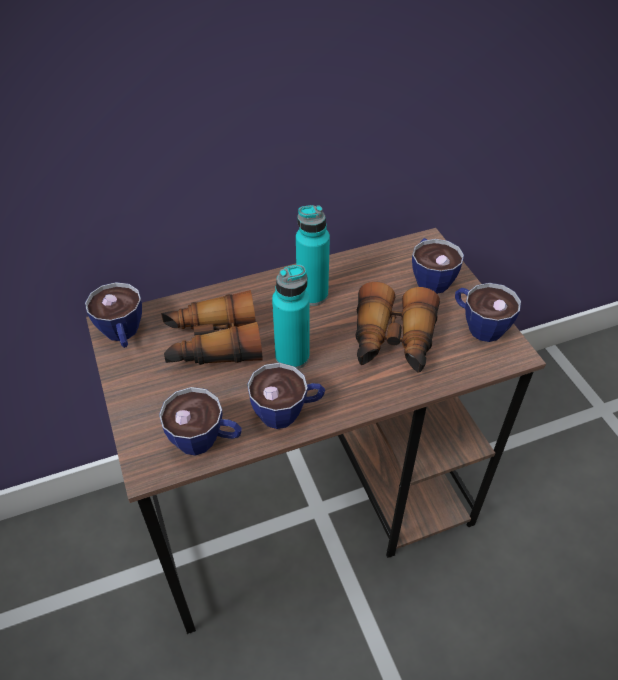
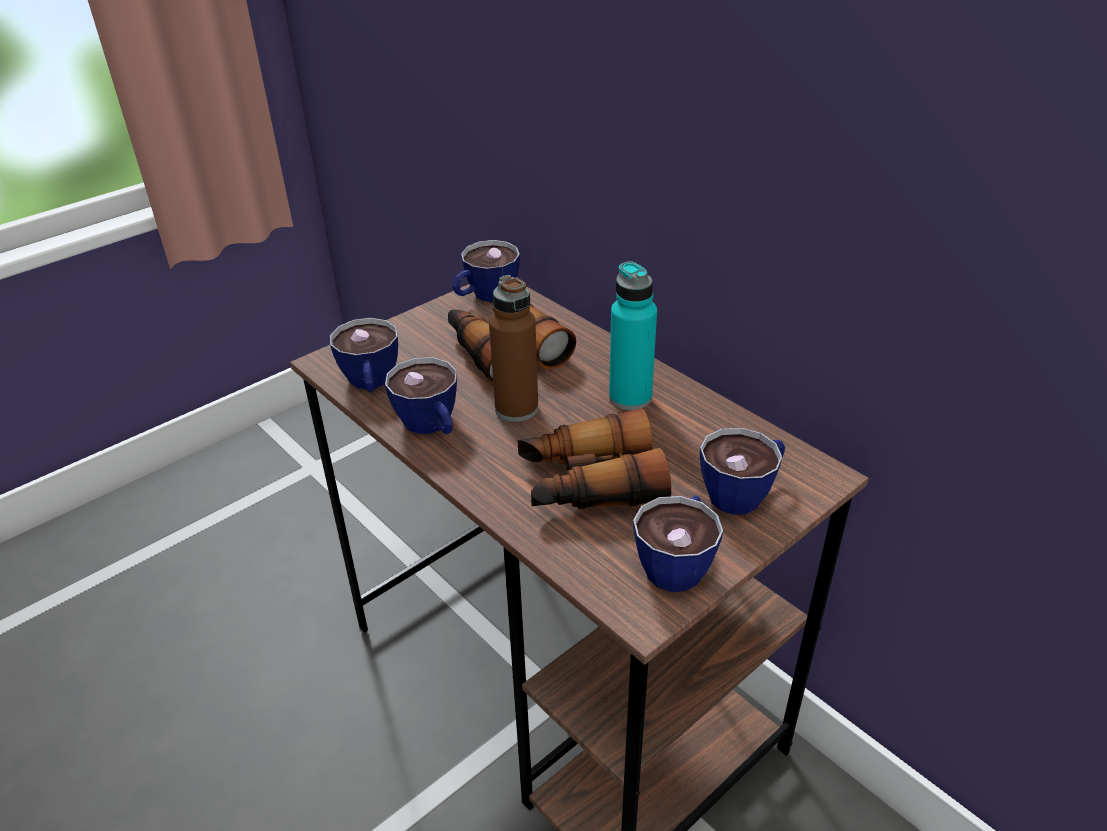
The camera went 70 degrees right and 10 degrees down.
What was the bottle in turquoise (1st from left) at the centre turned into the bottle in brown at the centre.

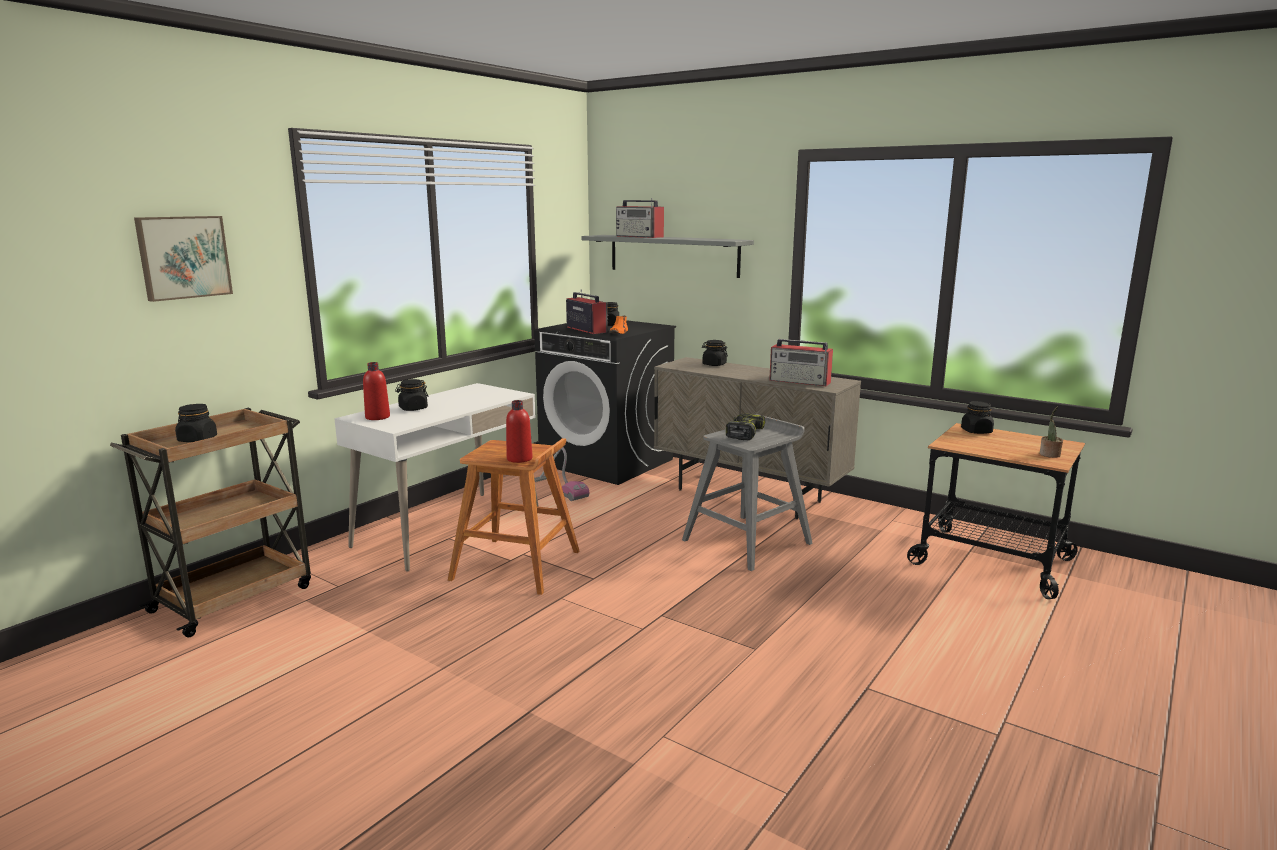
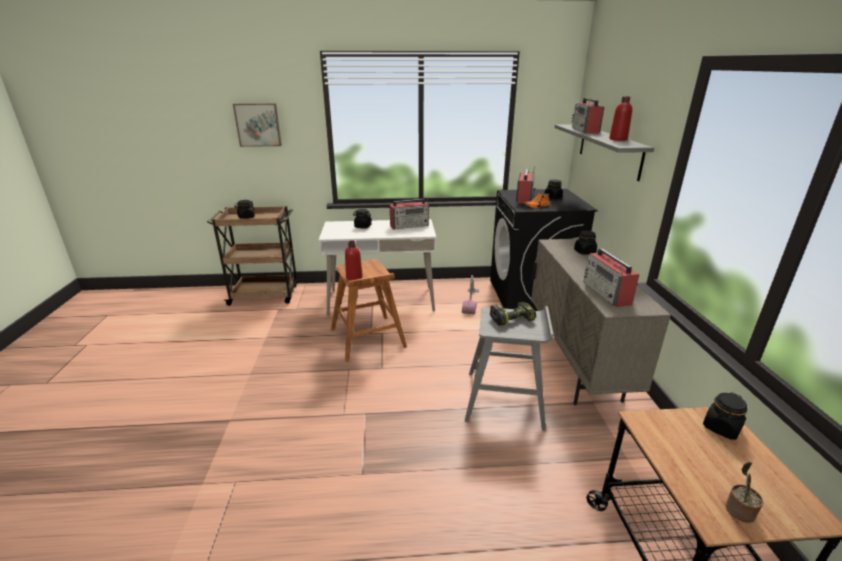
The camera went 50 degrees right and 10 degrees up.
The second view gained the radio (1st from left) at the centre.
The bottle in red (1st from left in the first image) ended up elsewhere, having gone from the middle left to the top right.

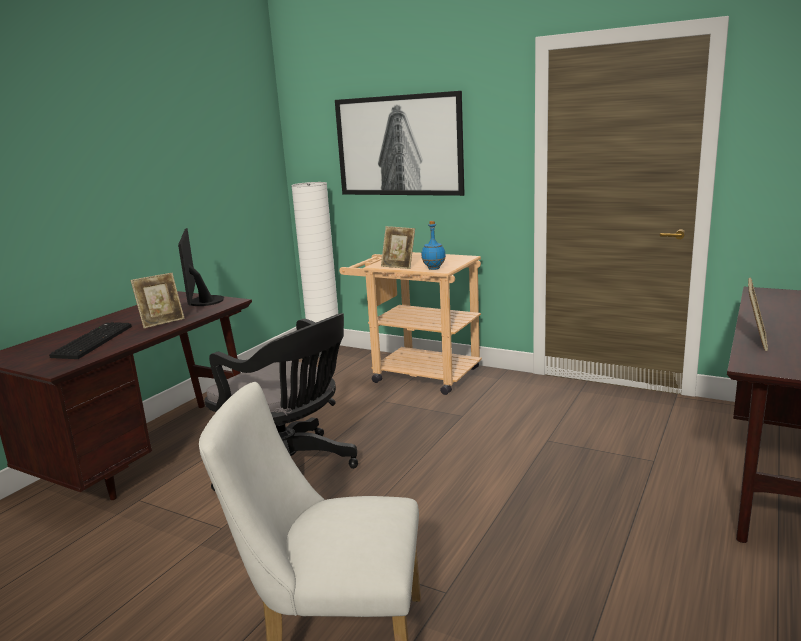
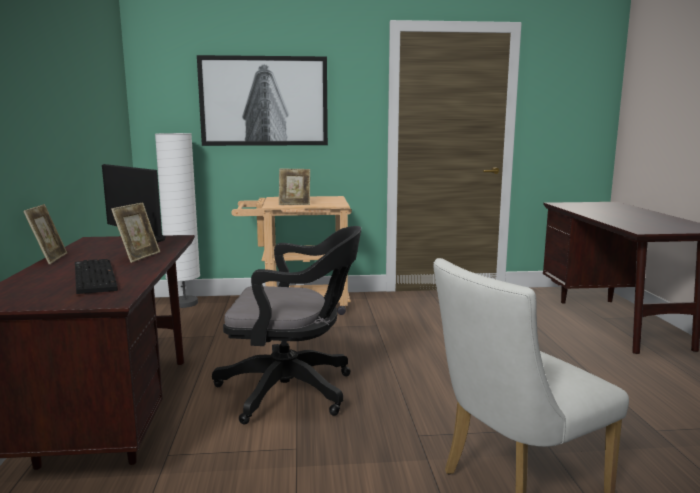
The camera went 35 degrees left and 5 degrees down.
The picture frame (3rd from left in the first image) ended up elsewhere, having gone from the middle right to the middle left.
The second view lost the bottle in blue at the centre.

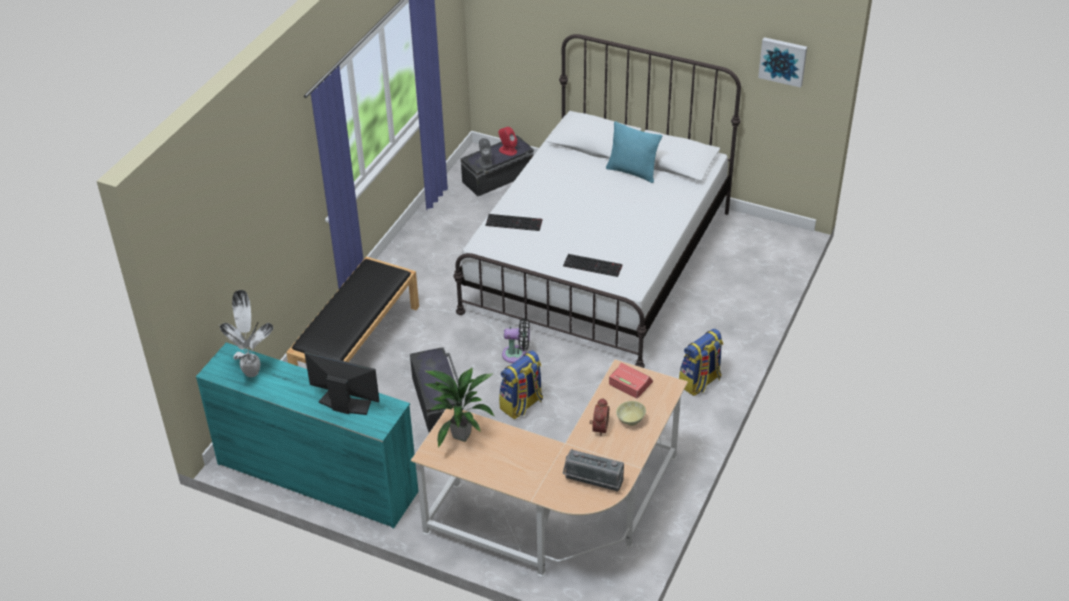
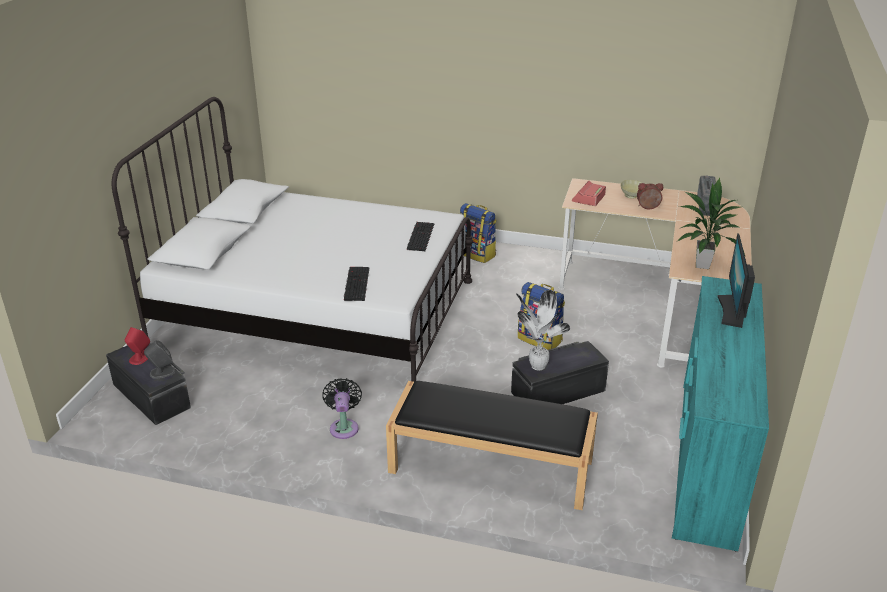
The camera went 100 degrees left and 10 degrees down.
The fan in black ended up elsewhere, having gone from the centre to the bottom centre.
The potted plant (1st from left) ended up elsewhere, having gone from the middle left to the centre.
The second view lost the pillow in turquoise at the top centre.
The second view lost the picture at the top right.

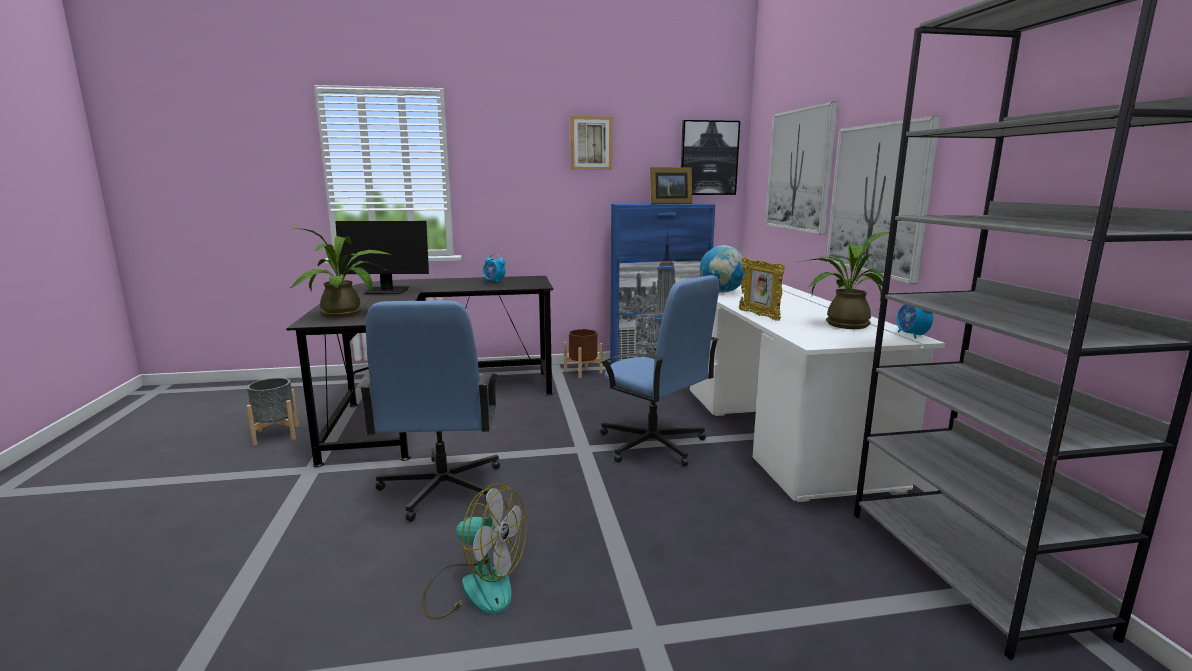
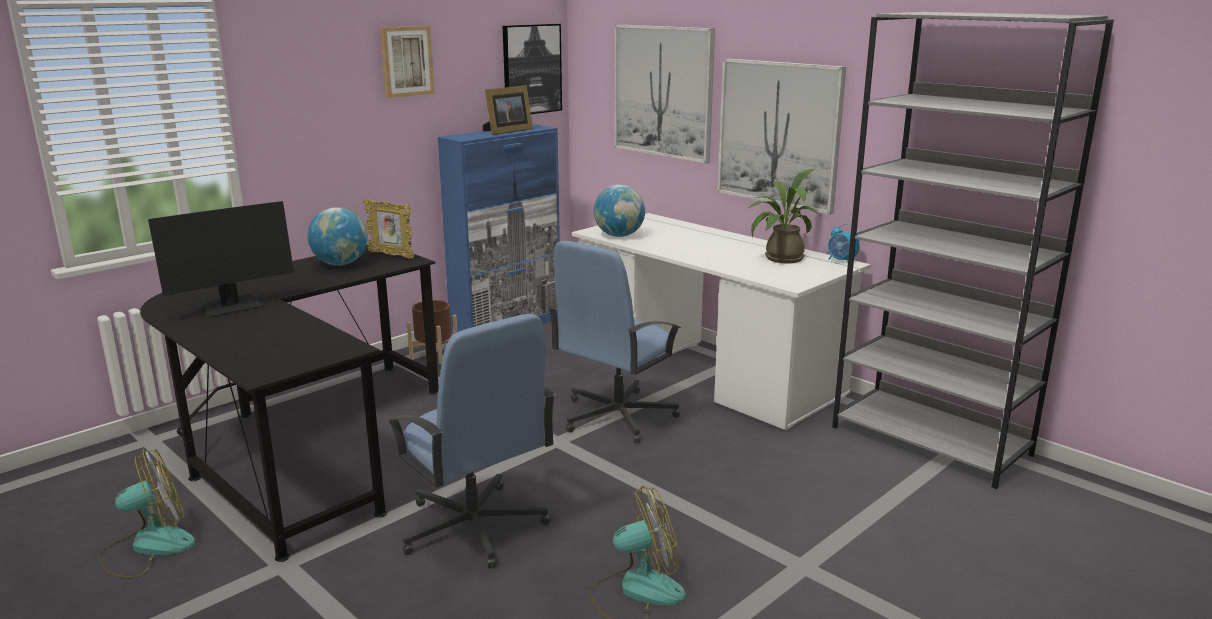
The camera went 35 degrees left and 5 degrees up.
Where the planter in grey stood at the middle left, the fan (1st from left) came to stand at the bottom left.
Where the alarm clock (1st from left) stood at the centre, the globe (1st from left) came to stand at the middle left.
The picture frame (2nd from left in the first image) ended up elsewhere, having gone from the centre to the middle left.
The office chair in blue (2nd from left) at the centre ended up facing another way, 120 degrees clockwise from before.
The second view lost the potted plant (1st from left) at the middle left.

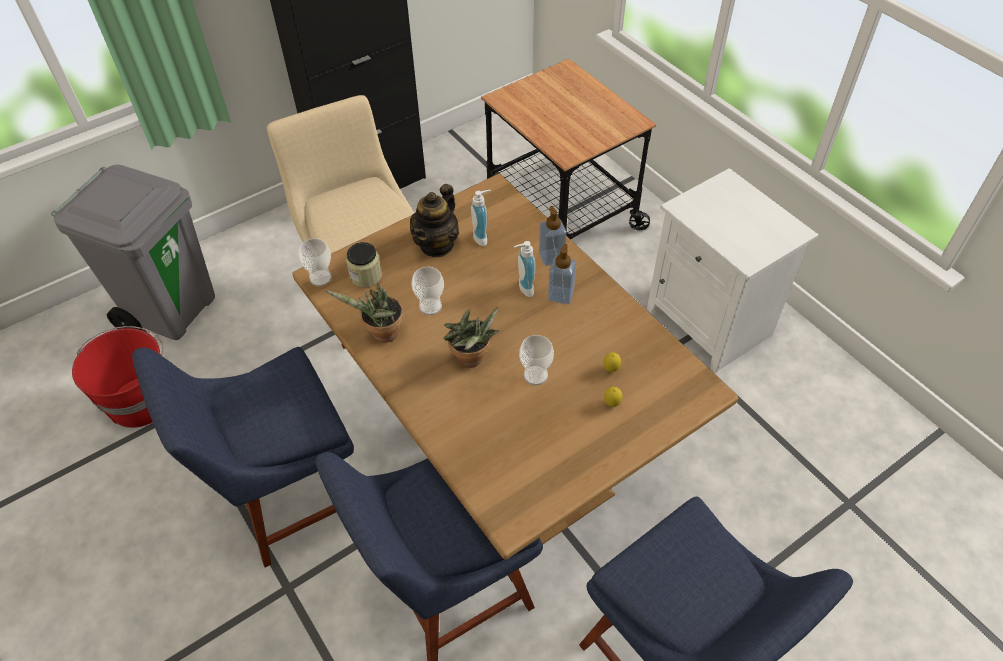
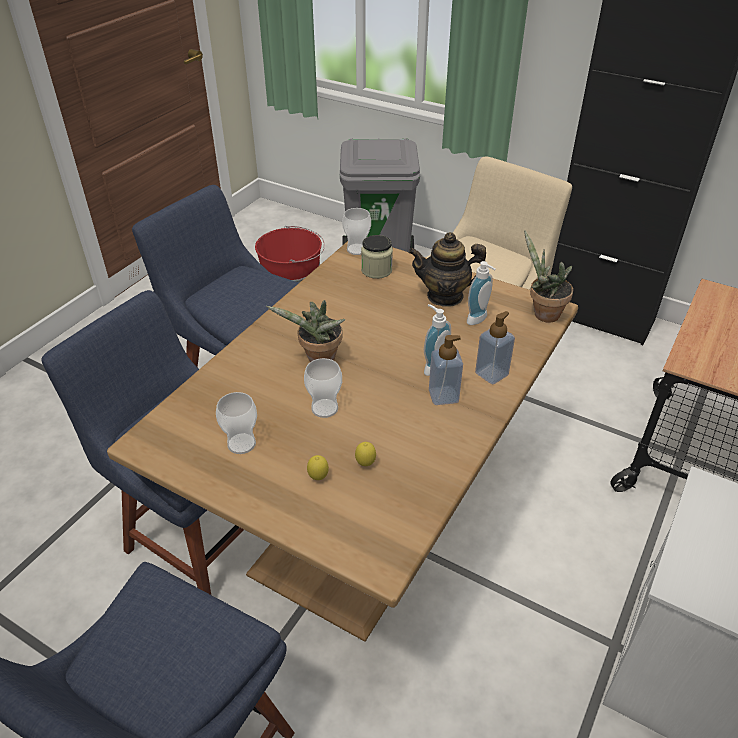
The camera went 65 degrees right and 10 degrees down.
The cup (2nd from left in the first image) ended up elsewhere, having gone from the centre to the middle left.
The potted plant (1st from left in the first image) ended up elsewhere, having gone from the centre to the middle right.

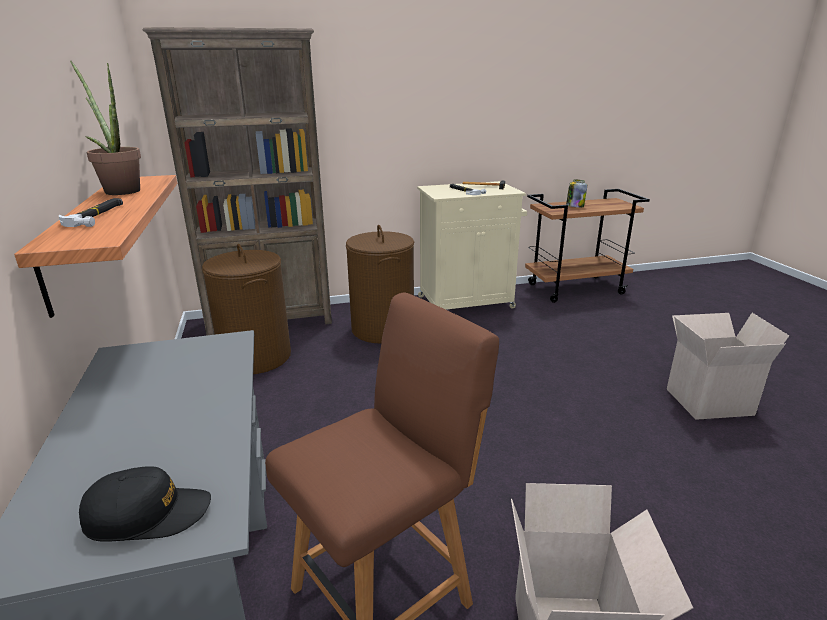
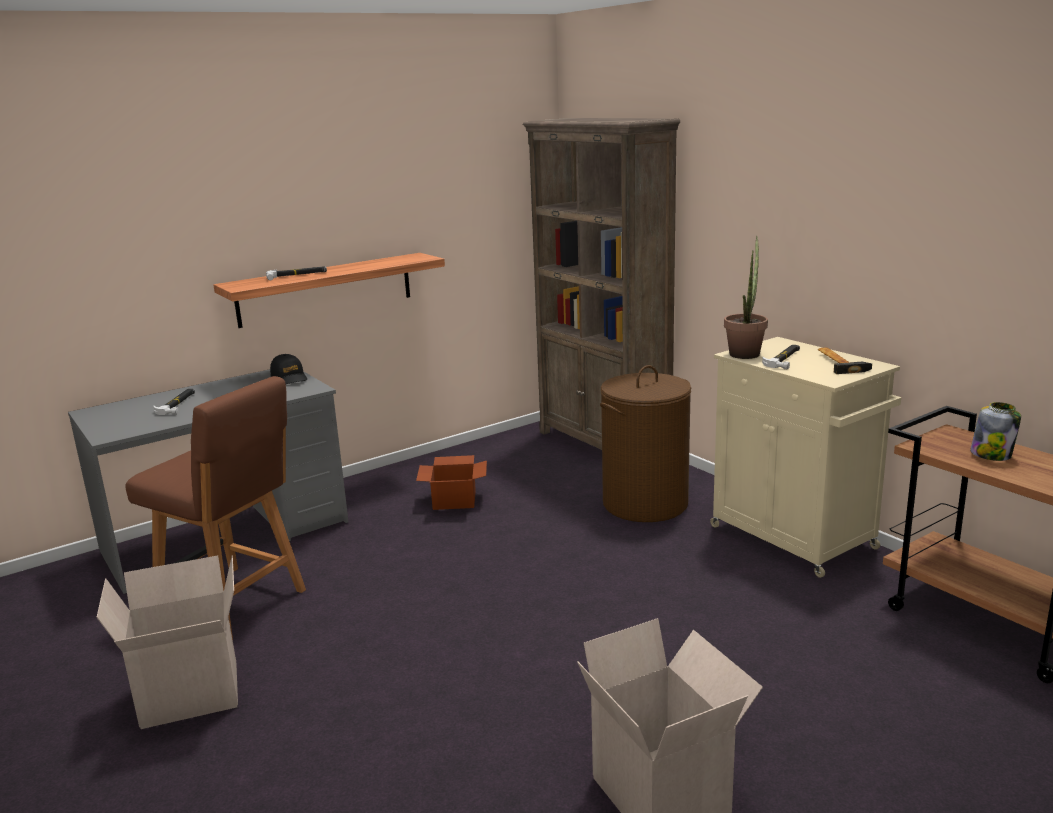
The camera went 70 degrees right and 5 degrees down.
The second view gained the hammer (1st from left) at the middle left.
The cap in black ended up elsewhere, having gone from the bottom left to the middle left.
The second view gained the cardboard box (2nd from left) at the centre.
The potted plant ended up elsewhere, having gone from the top left to the middle right.
The second view lost the laundry basket in brown (1st from left) at the middle left.

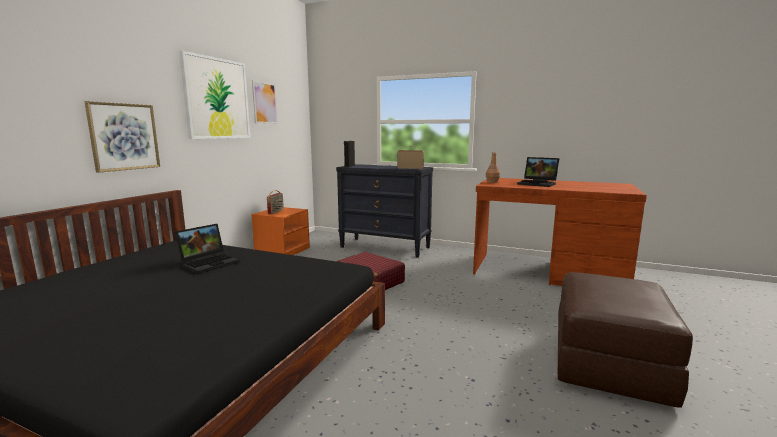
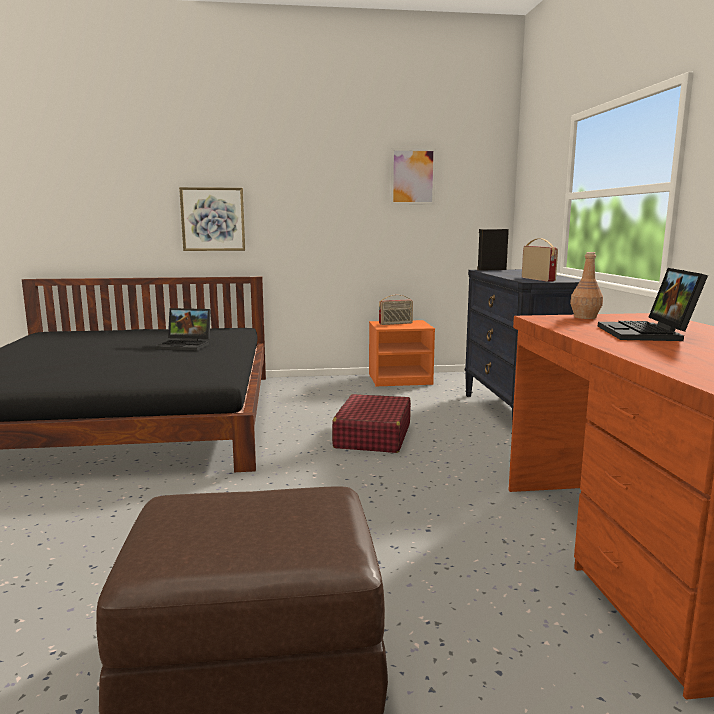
The camera went 60 degrees right and 0 degrees up.
The second view lost the picture (2nd from left) at the top left.

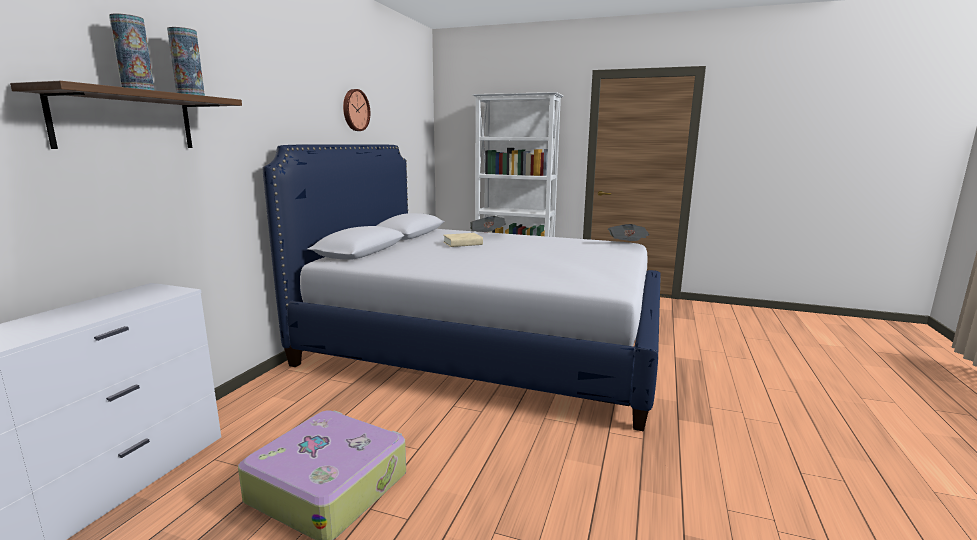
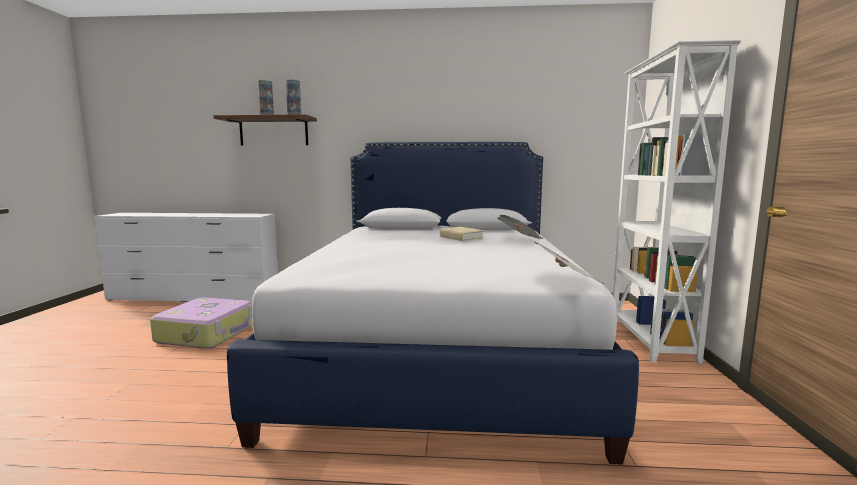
The camera went 75 degrees right and 5 degrees down.
The second view lost the wall clock at the top centre.

